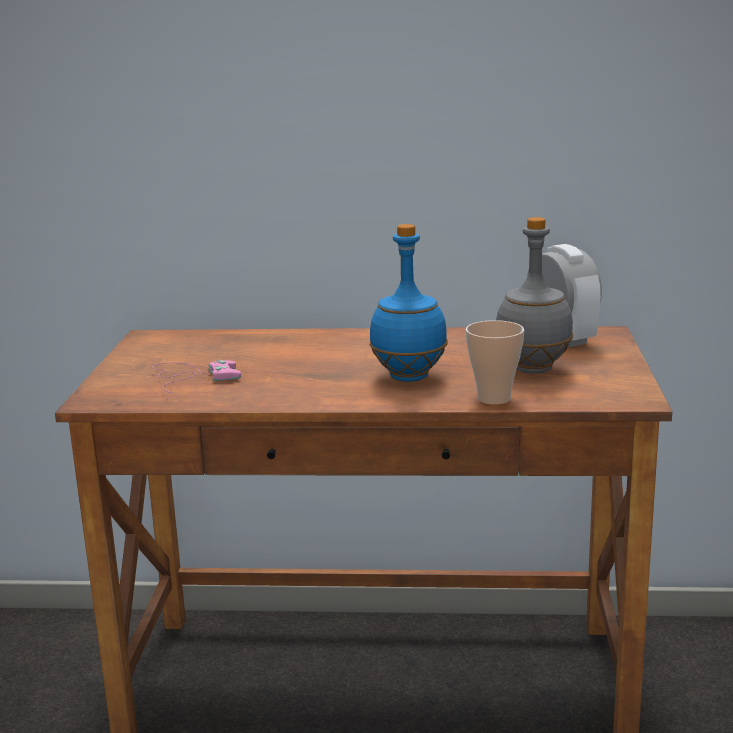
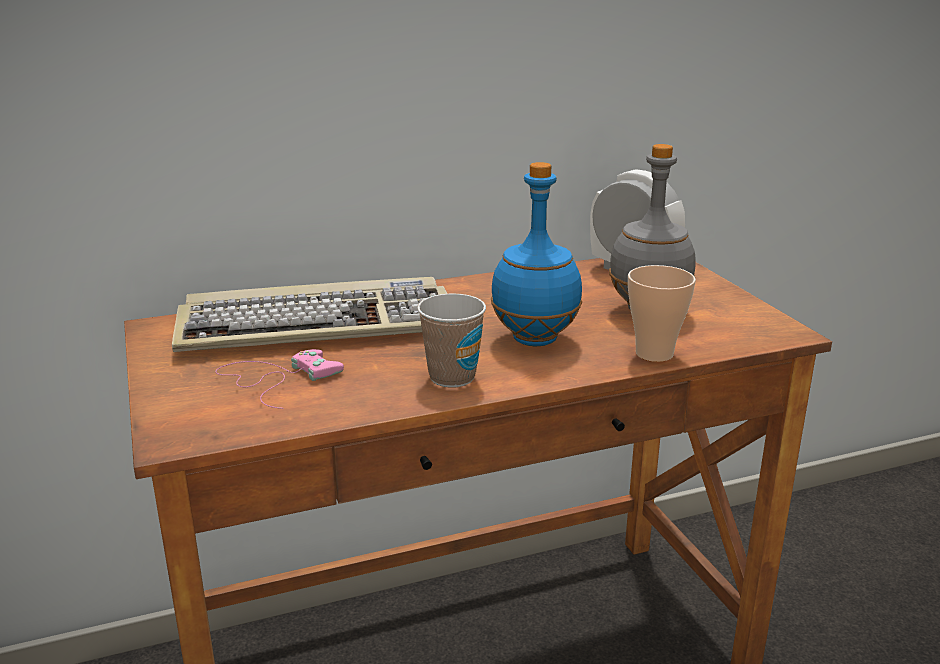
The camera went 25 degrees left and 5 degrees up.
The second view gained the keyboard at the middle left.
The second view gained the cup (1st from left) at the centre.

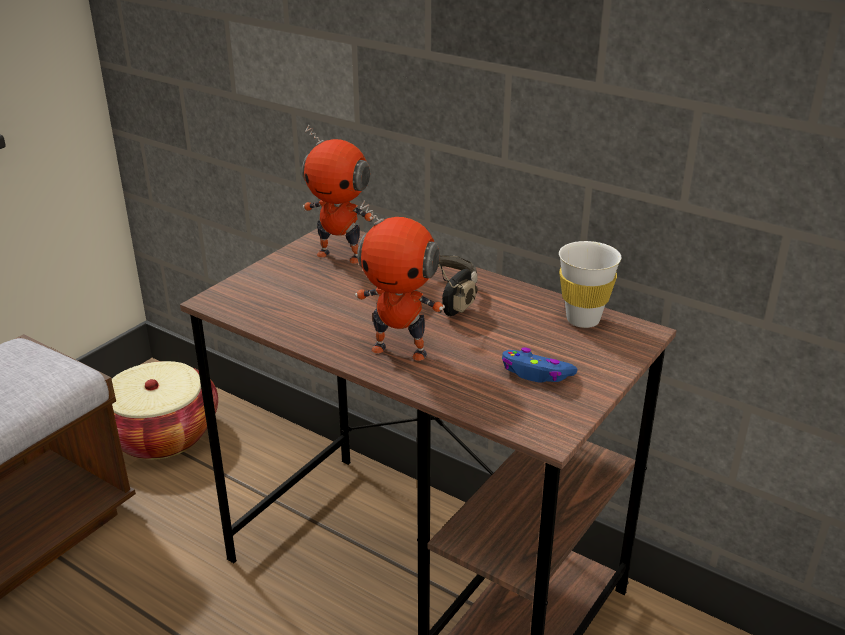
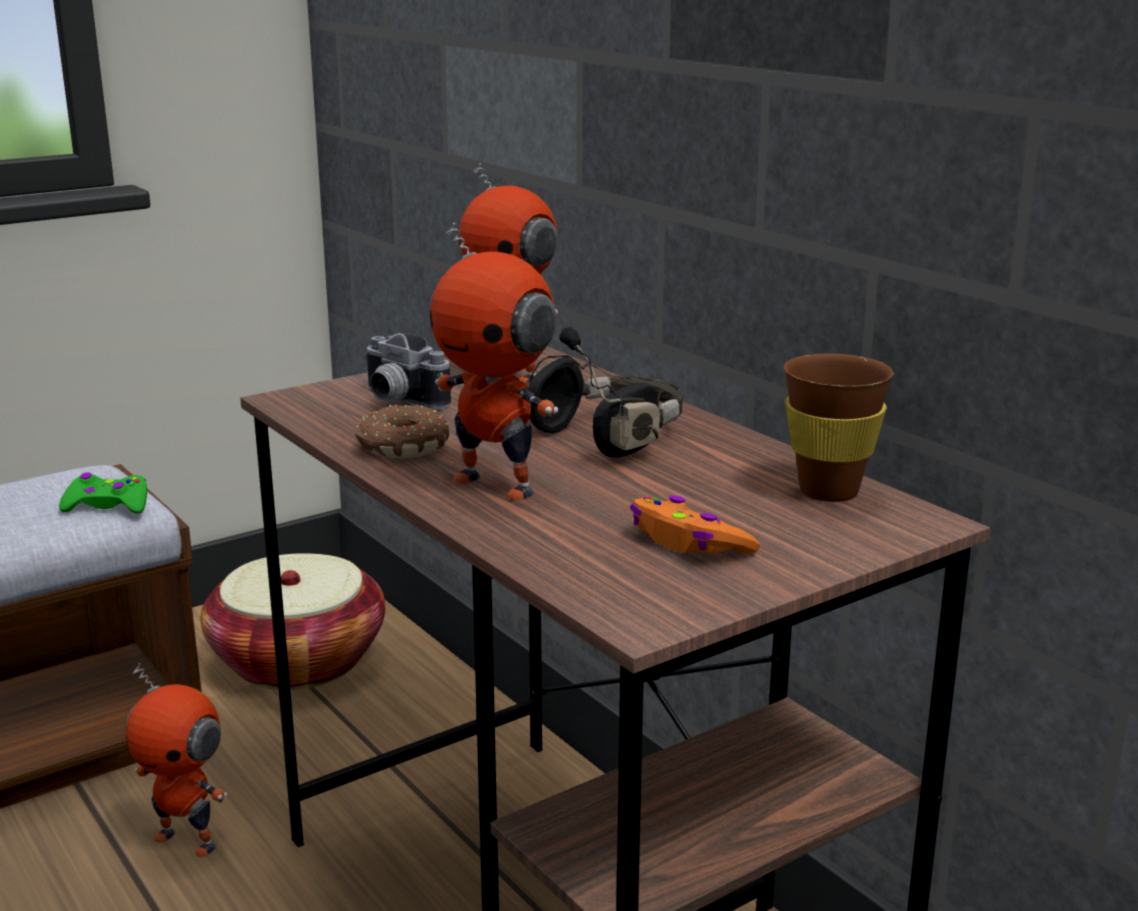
The camera went 20 degrees right and 10 degrees down.
The second view gained the game controller in green at the middle left.
The second view gained the toy robot (1st from left) at the bottom left.
The second view gained the donut at the centre.
The second view gained the photo camera at the centre.
What was the game controller in blue at the centre turned into the game controller in orange at the centre.
What was the cup in white at the middle right turned into the cup in brown at the middle right.

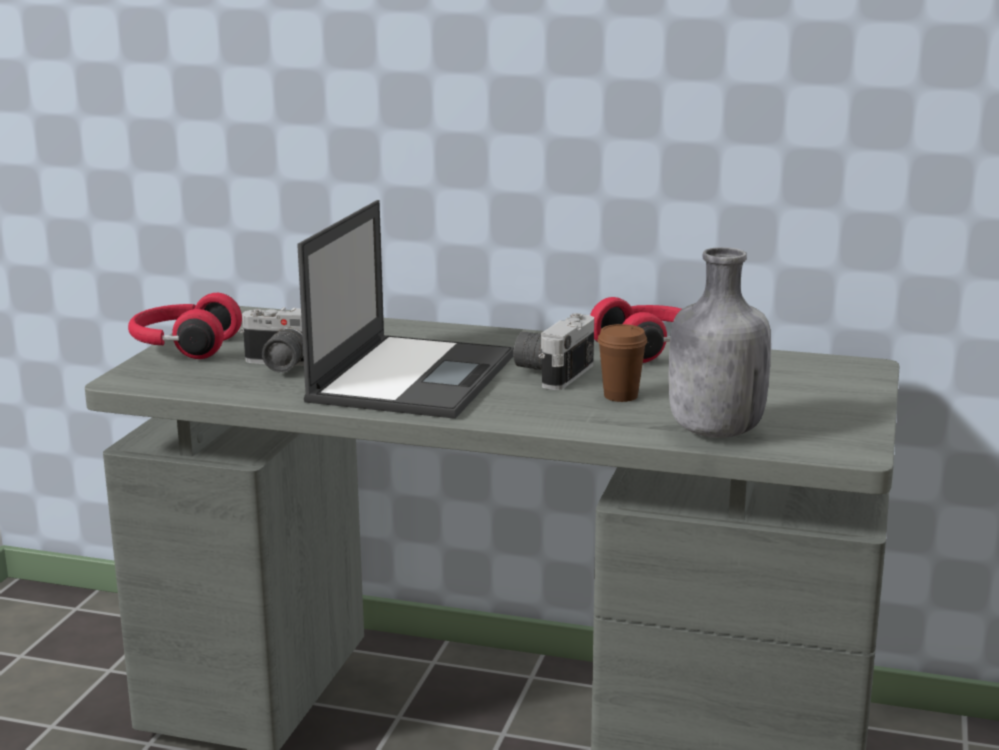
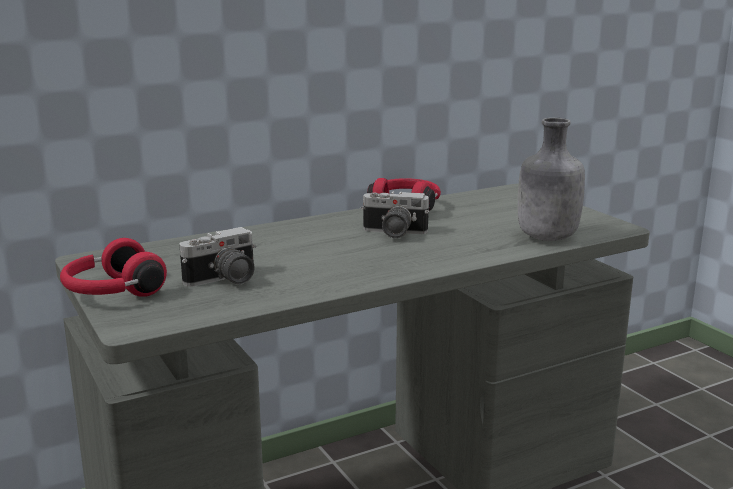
The camera went 45 degrees left and 0 degrees up.
The photo camera (2nd from left) at the centre ended up facing another way, 60 degrees counterclockwise from before.
The second view lost the laptop at the centre.
The second view lost the cup in brown at the centre.

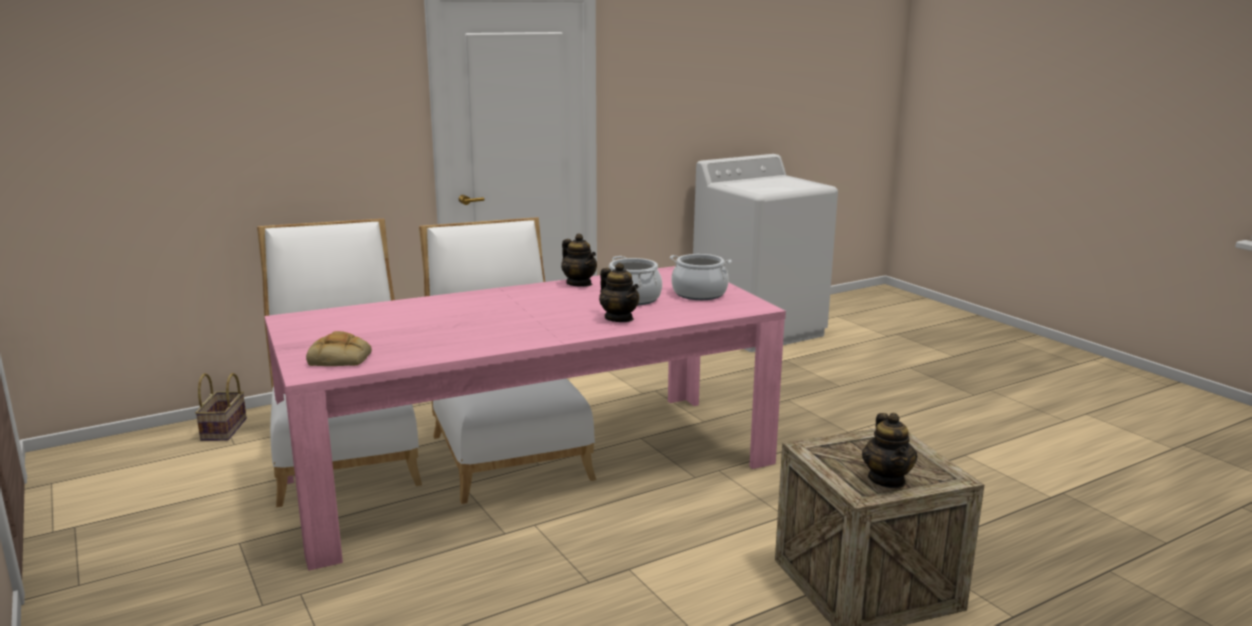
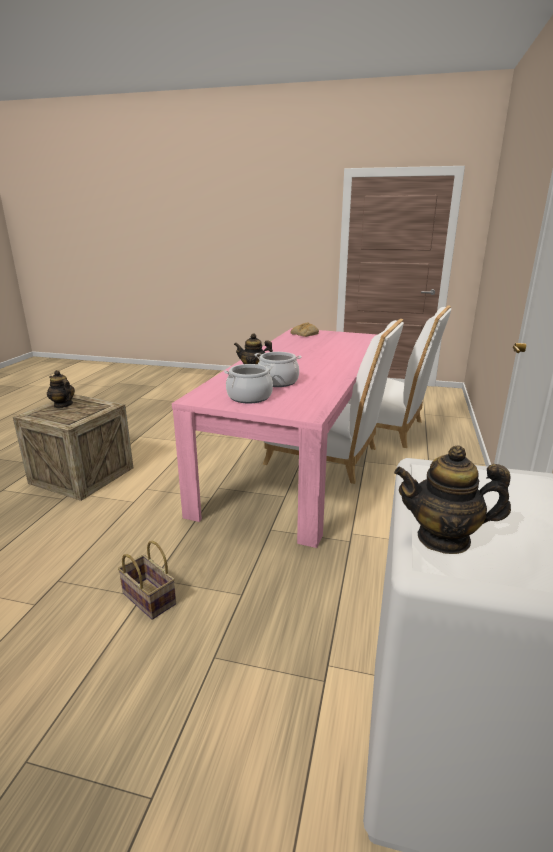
The camera went 135 degrees right and 5 degrees up.
The basket ended up elsewhere, having gone from the middle left to the bottom left.
The teapot (1st from left in the first image) ended up elsewhere, having gone from the centre to the middle right.

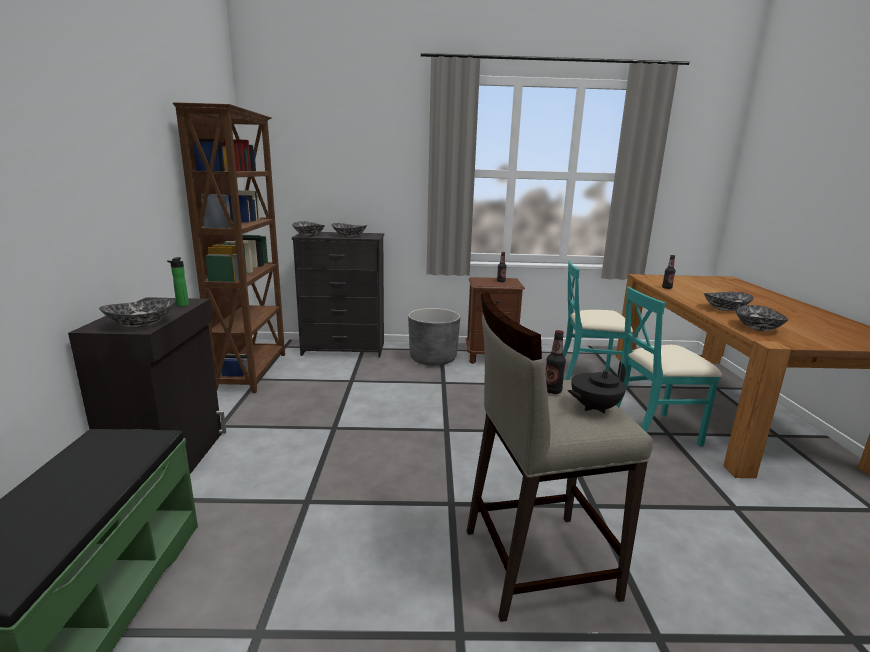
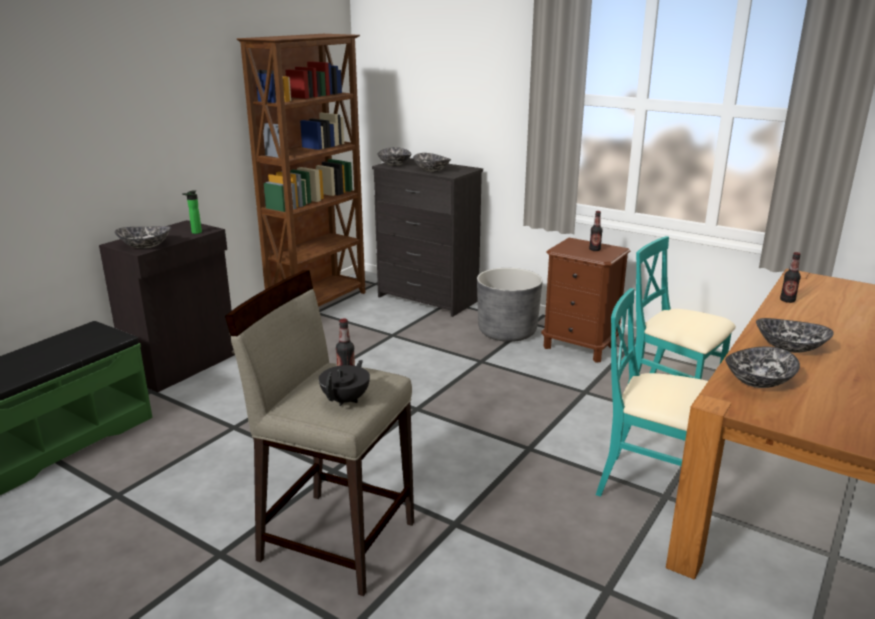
The camera went 35 degrees right and 5 degrees up.
The teapot in black at the middle right ended up facing another way, 105 degrees clockwise from before.

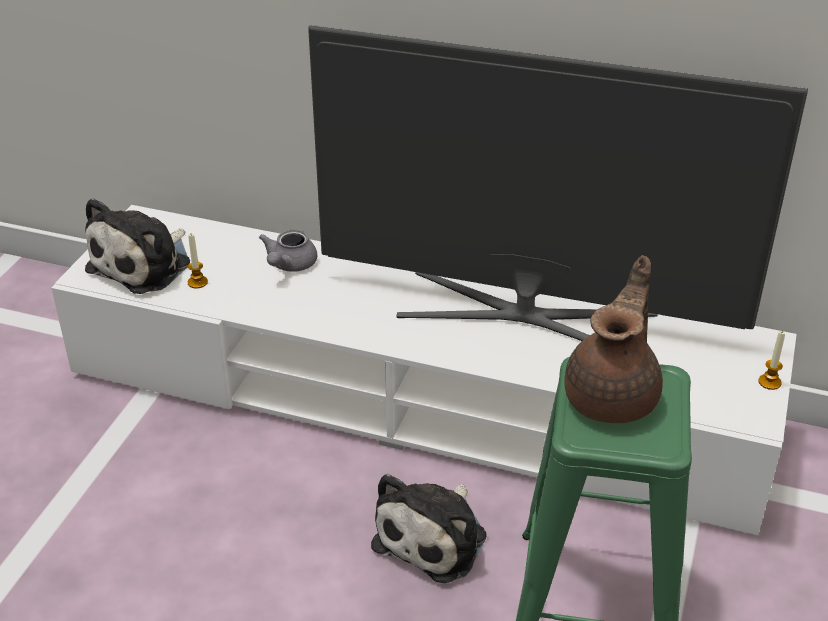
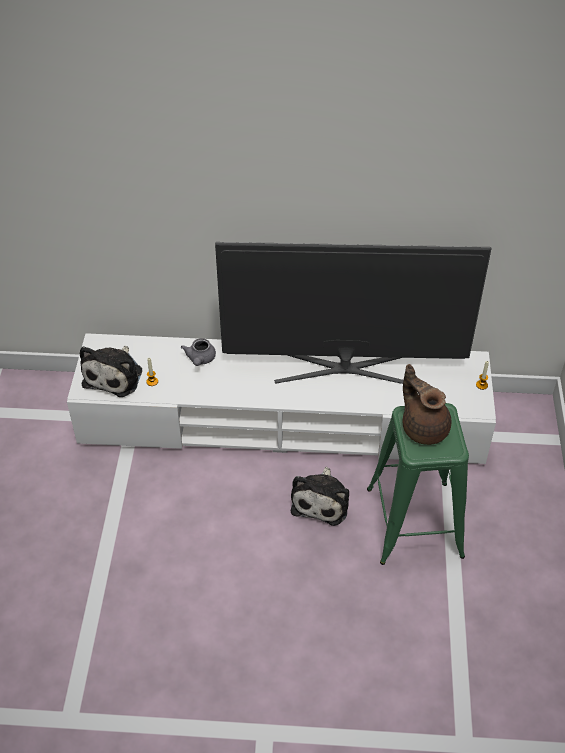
The camera went 15 degrees left and 10 degrees up.
The teapot in brown at the middle right ended up facing another way, 45 degrees counterclockwise from before.

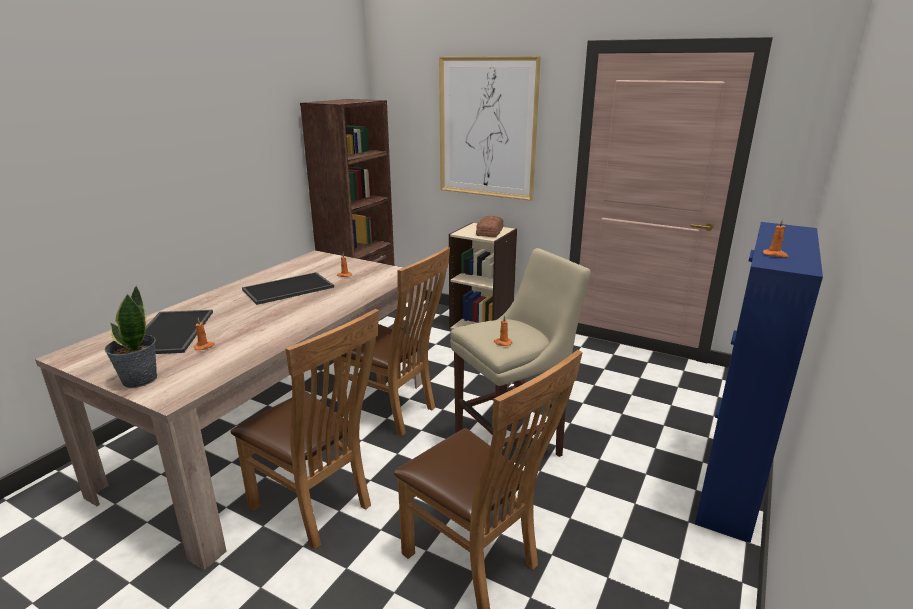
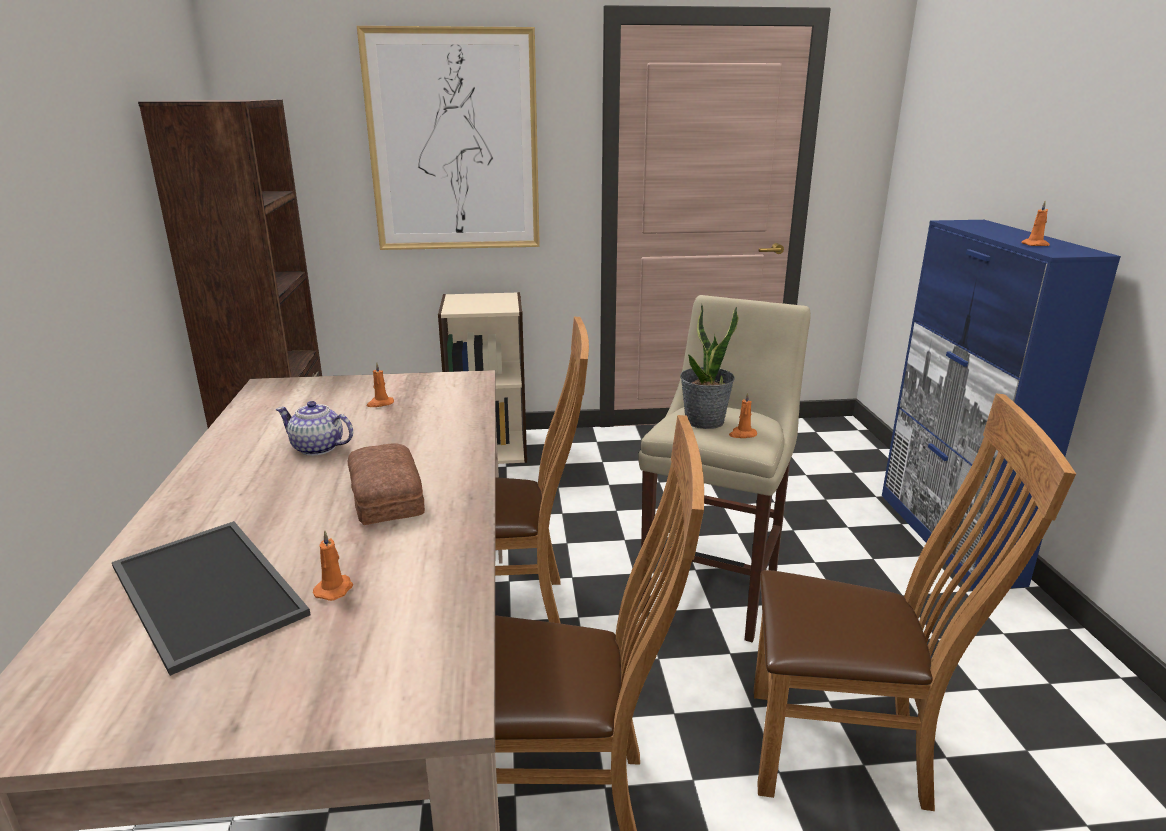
The camera went 35 degrees left and 0 degrees up.
Where the tray (2nd from left) stood at the middle left, the teapot came to stand at the middle left.
The bread ended up elsewhere, having gone from the centre to the middle left.
The potted plant ended up elsewhere, having gone from the middle left to the centre.

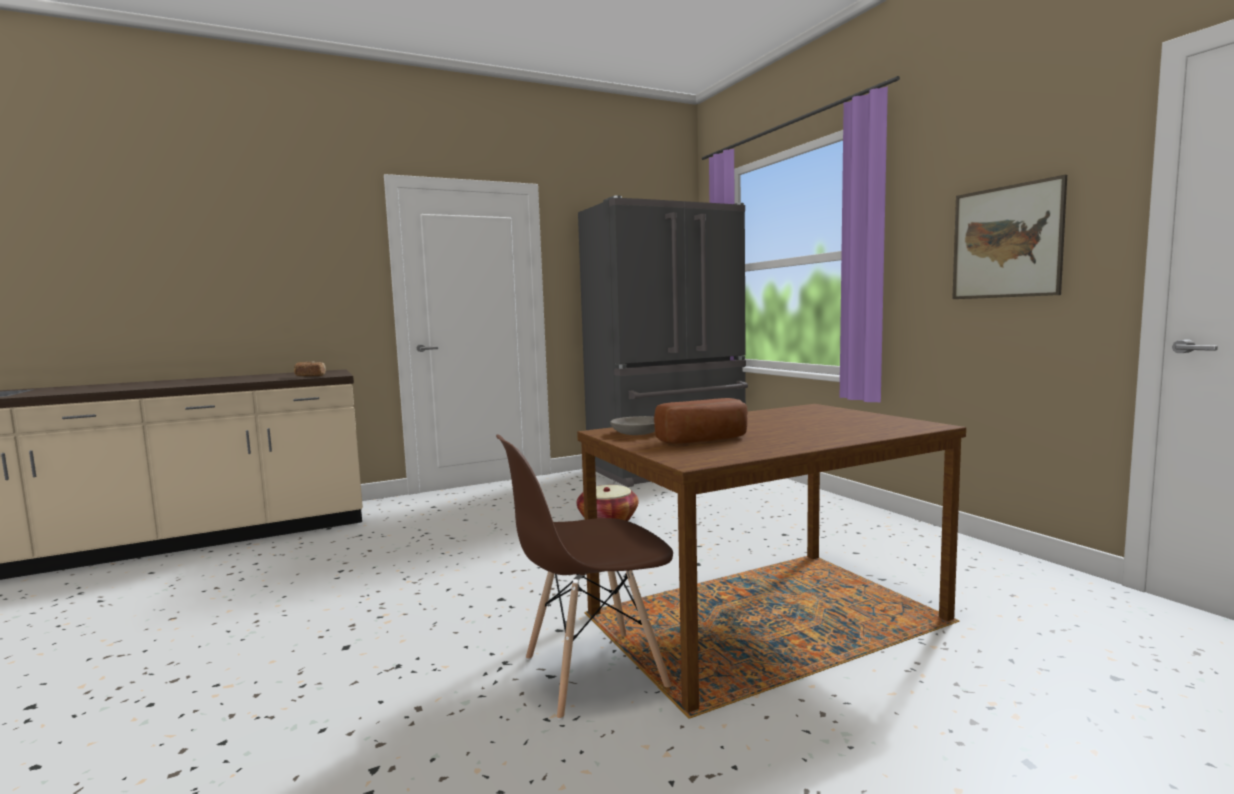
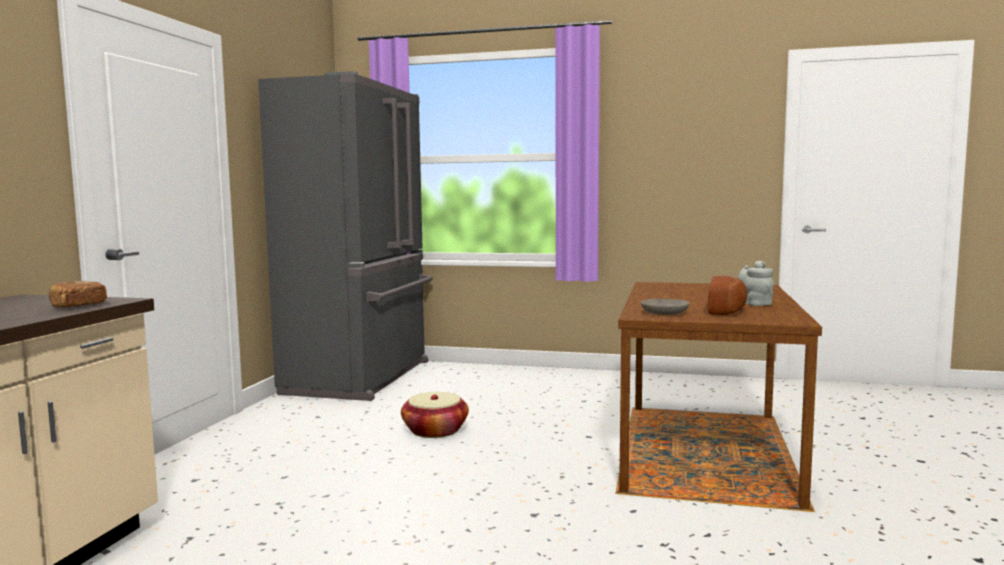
The camera went 50 degrees left and 0 degrees up.
The second view gained the teapot in grey at the middle right.
The second view lost the chair in brown at the bottom centre.
The second view lost the picture at the top right.

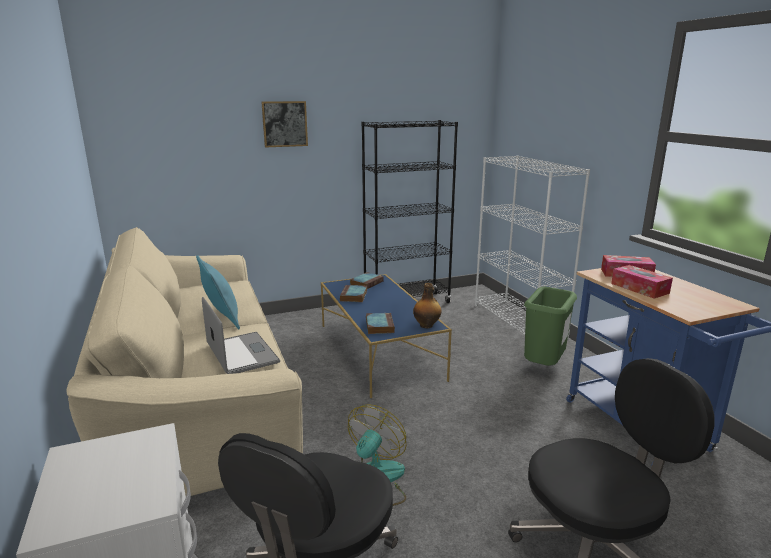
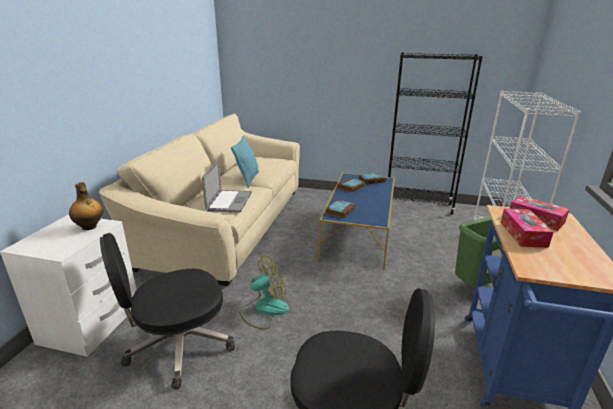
The camera went 35 degrees right and 5 degrees up.
The bottle ended up elsewhere, having gone from the centre to the middle left.
The second view lost the picture at the top centre.

